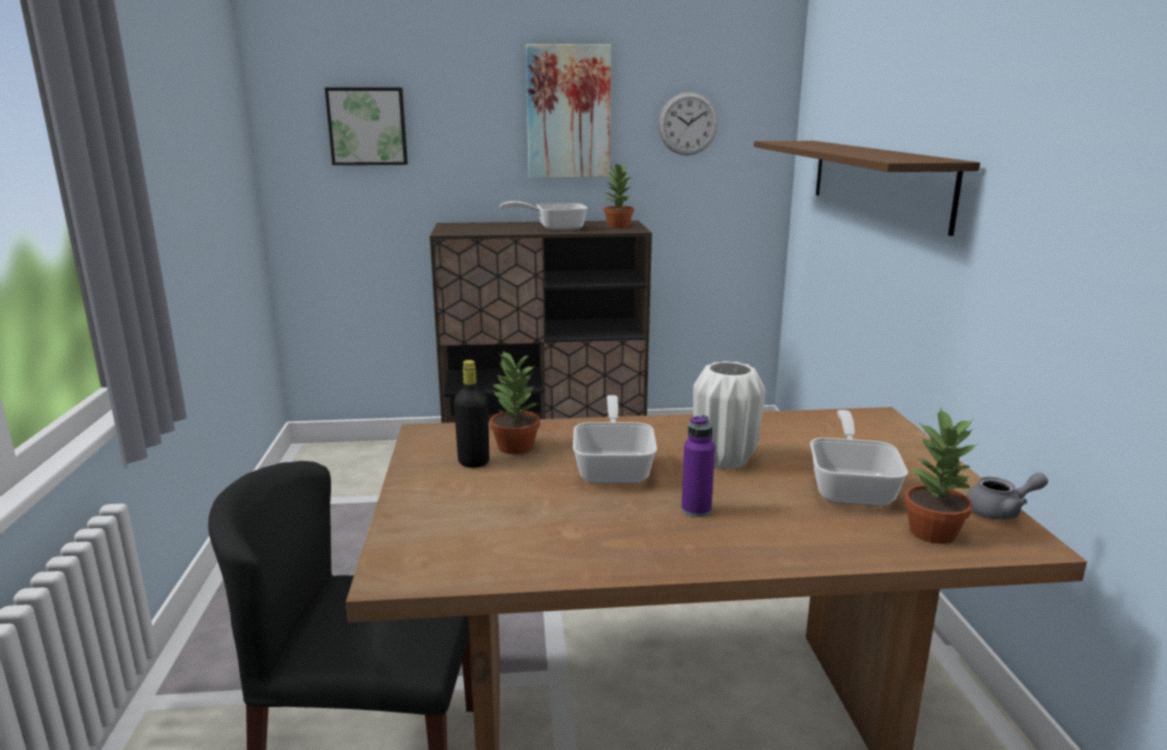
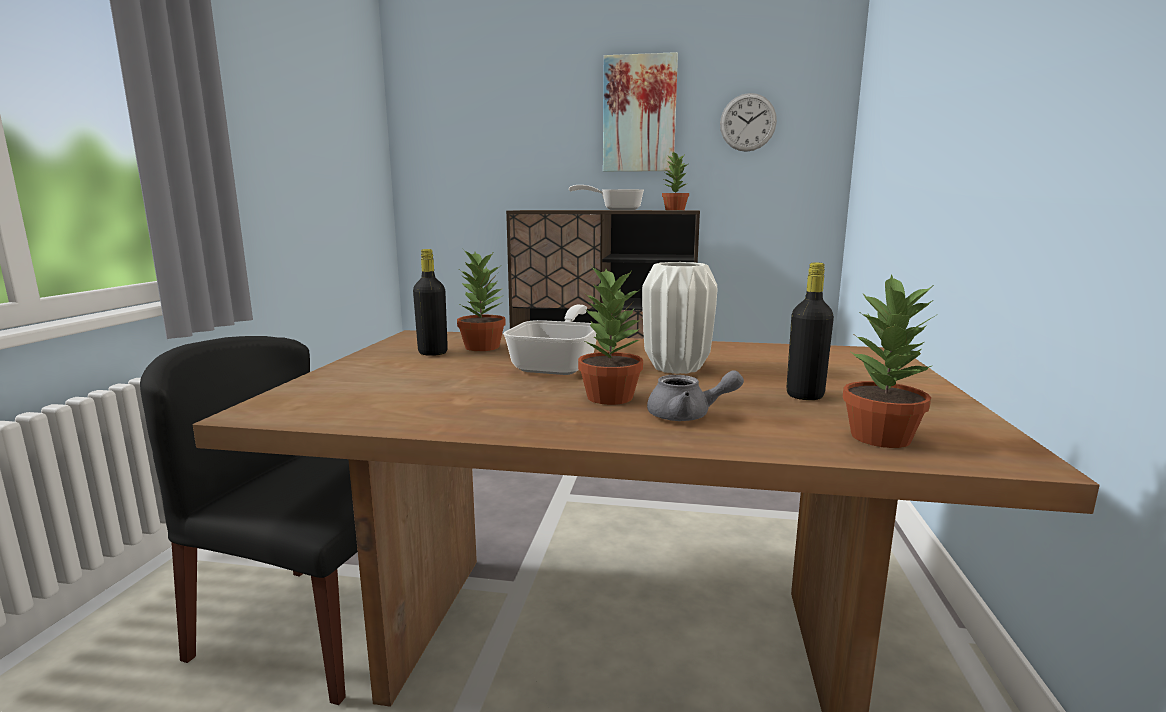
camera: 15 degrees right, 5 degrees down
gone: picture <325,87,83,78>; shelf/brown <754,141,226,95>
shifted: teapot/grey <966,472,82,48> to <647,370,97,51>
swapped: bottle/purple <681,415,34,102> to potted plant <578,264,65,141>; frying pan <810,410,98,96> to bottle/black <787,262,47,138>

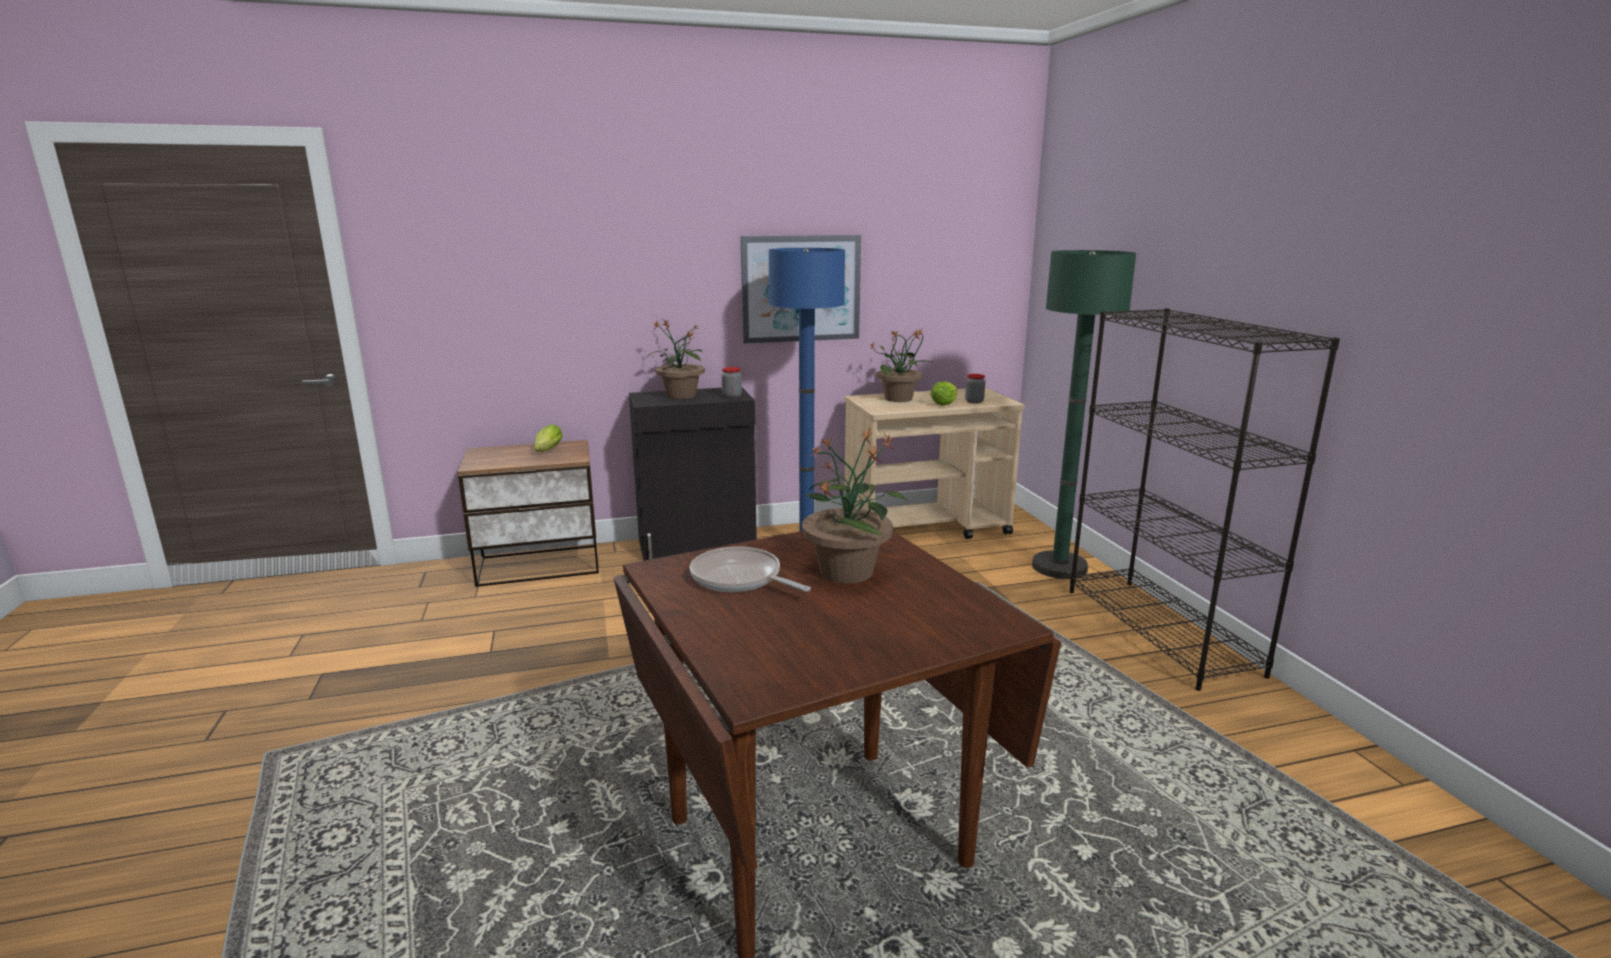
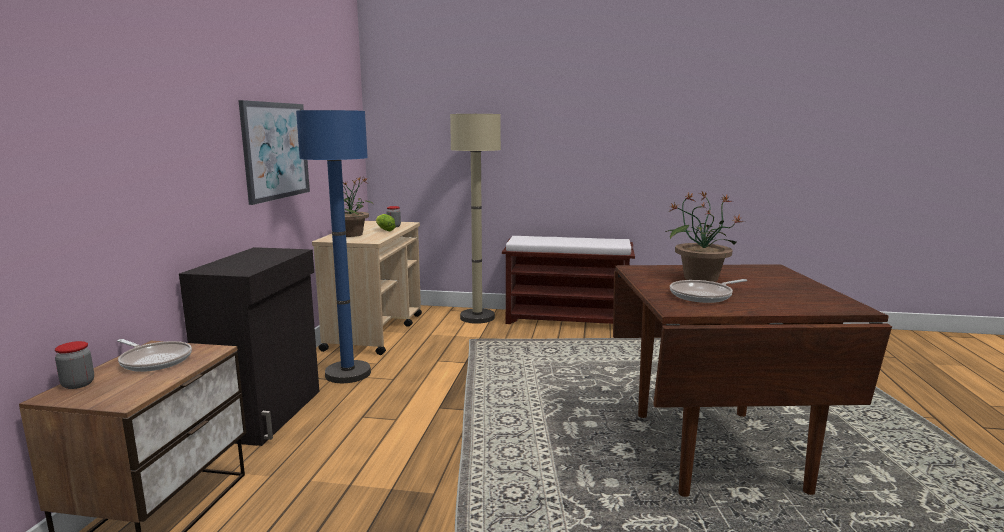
camera: 65 degrees left, 5 degrees down
gone: potted plant <647,320,58,79>
shifted: jar <722,367,20,31> to <55,341,39,48>
swapped: lettuce <534,424,29,28> to frying pan <117,339,75,33>; bookcase/black <1070,308,270,383> to bench/brown <502,236,133,88>
repainted: floor lamp/green <1032,250,105,329> to floor lamp/beige <450,113,51,211>

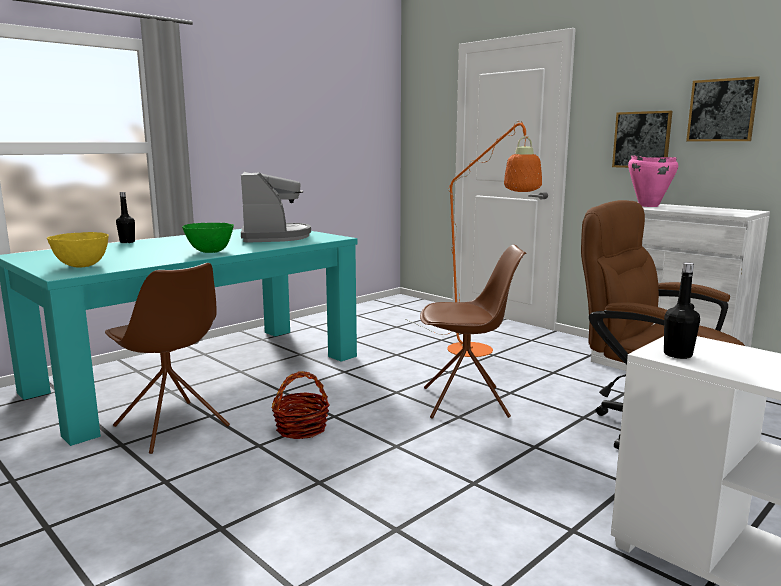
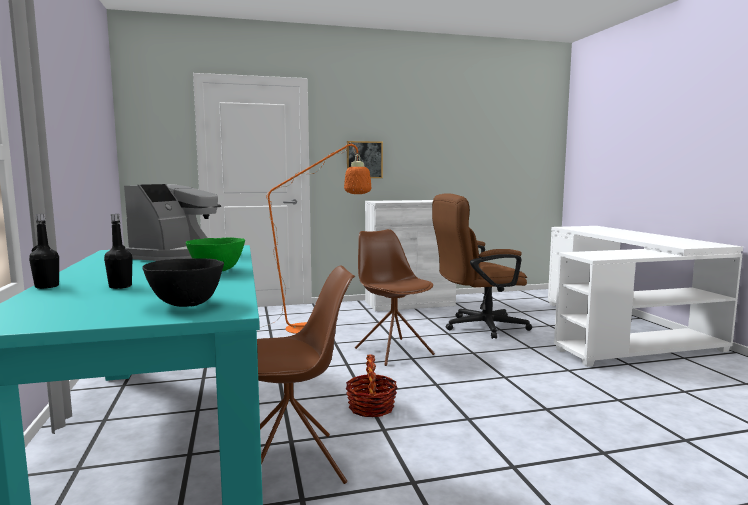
camera: 60 degrees left, 5 degrees down
gone: cooking pot/pink <628,155,50,52>; picture <686,76,74,65>
shifted: bottle/black <664,262,36,97> to <104,214,28,75>
repainted: bowl/yellow <47,232,62,36> to bowl/black <142,258,82,49>
rotated: coffee machine <241,172,70,70> = <124,184,97,77> 90 degrees clockwise; chair/brown <420,245,107,174> = <355,229,80,137> 60 degrees counterclockwise

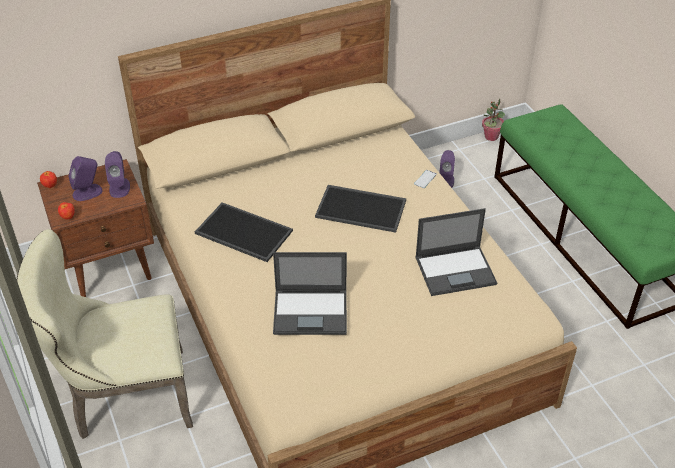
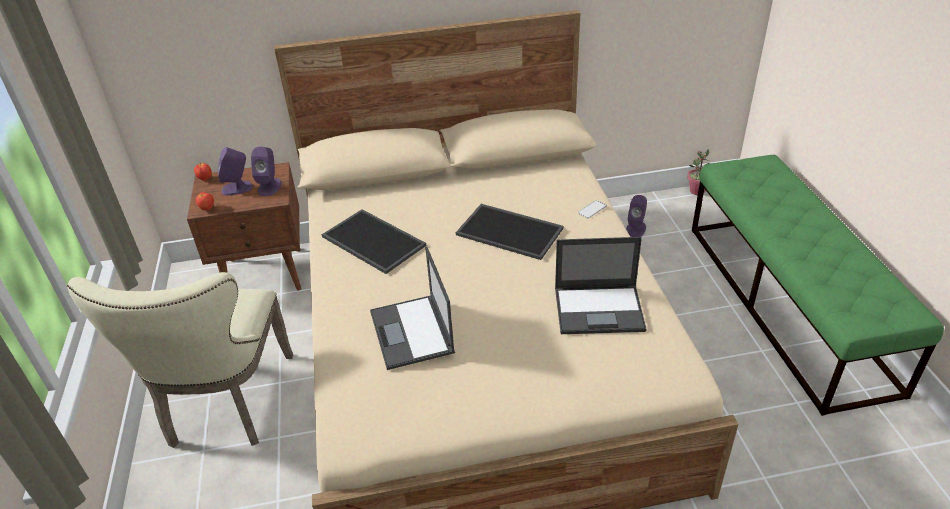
camera: 15 degrees right, 5 degrees down
rotated: chair/beige <16,229,177,210> = <67,272,226,176> 90 degrees counterclockwise; laptop <273,252,74,83> = <370,247,85,123> 60 degrees clockwise

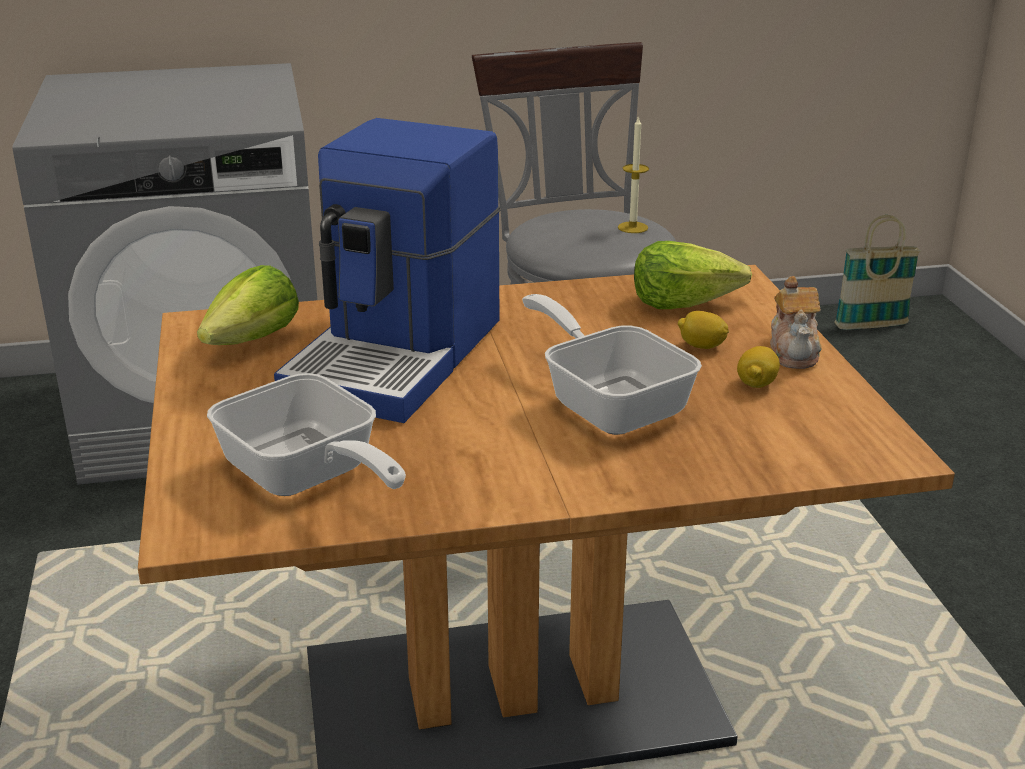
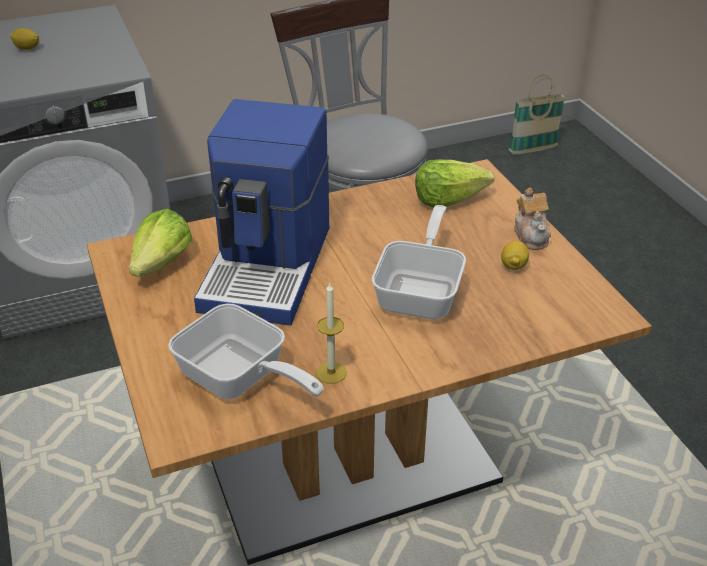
camera: 10 degrees left, 10 degrees up
shifted: lemon <678,311,51,38> to <10,28,29,22>; candle <618,116,31,117> to <316,282,31,102>
rotated: frying pan <522,294,180,141> = <372,205,94,114> 60 degrees clockwise

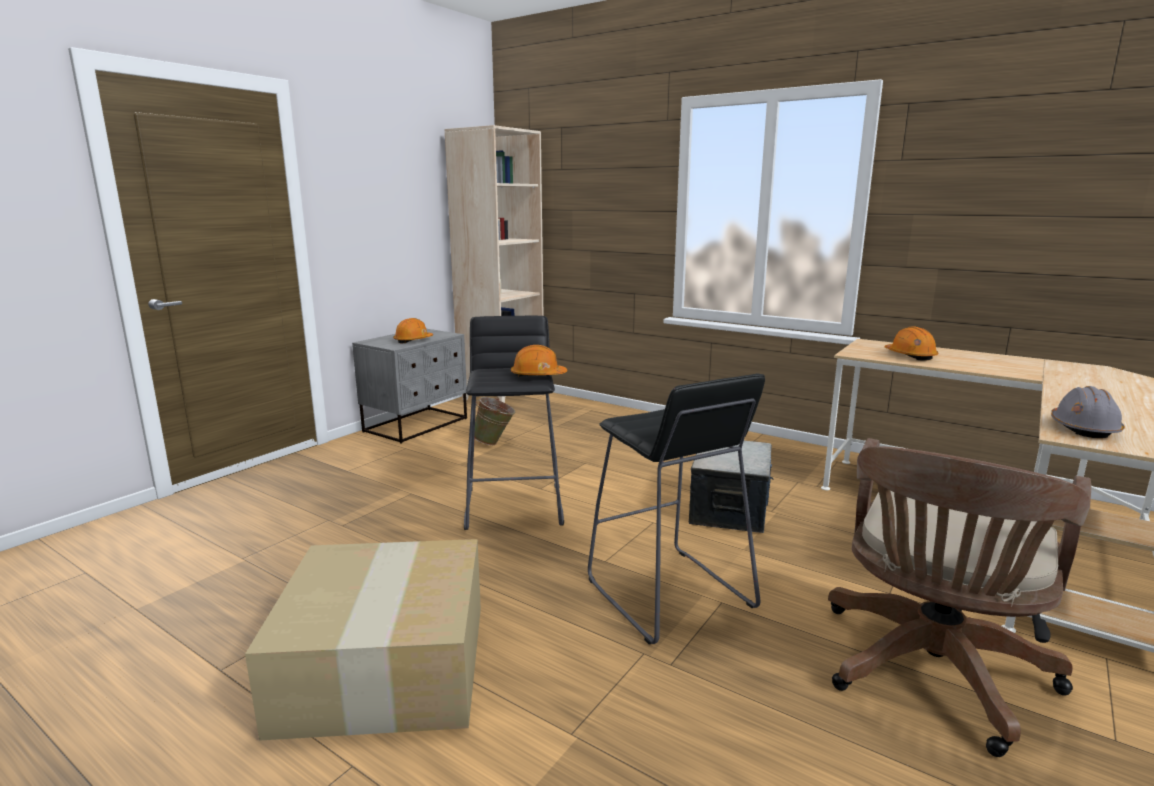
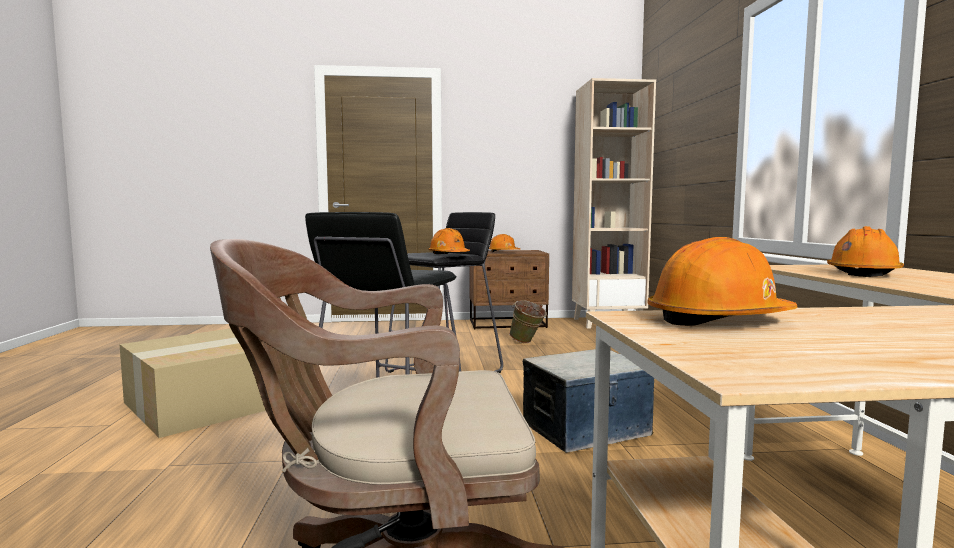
camera: 50 degrees right, 10 degrees down
repainted: nightstand/grey <352,329,115,115> to nightstand/brown <469,250,80,79>; hard hat/grey <1051,386,74,52> to hard hat/orange <647,237,151,89>

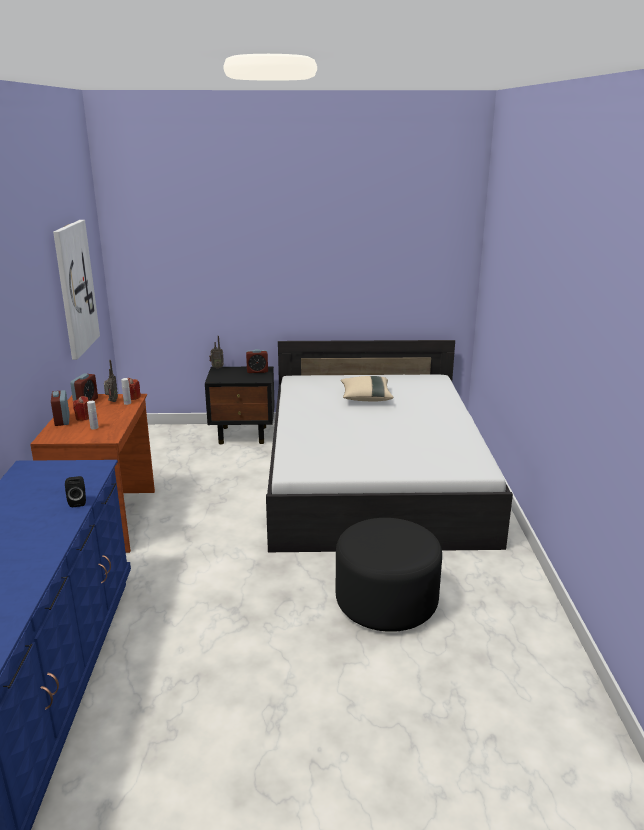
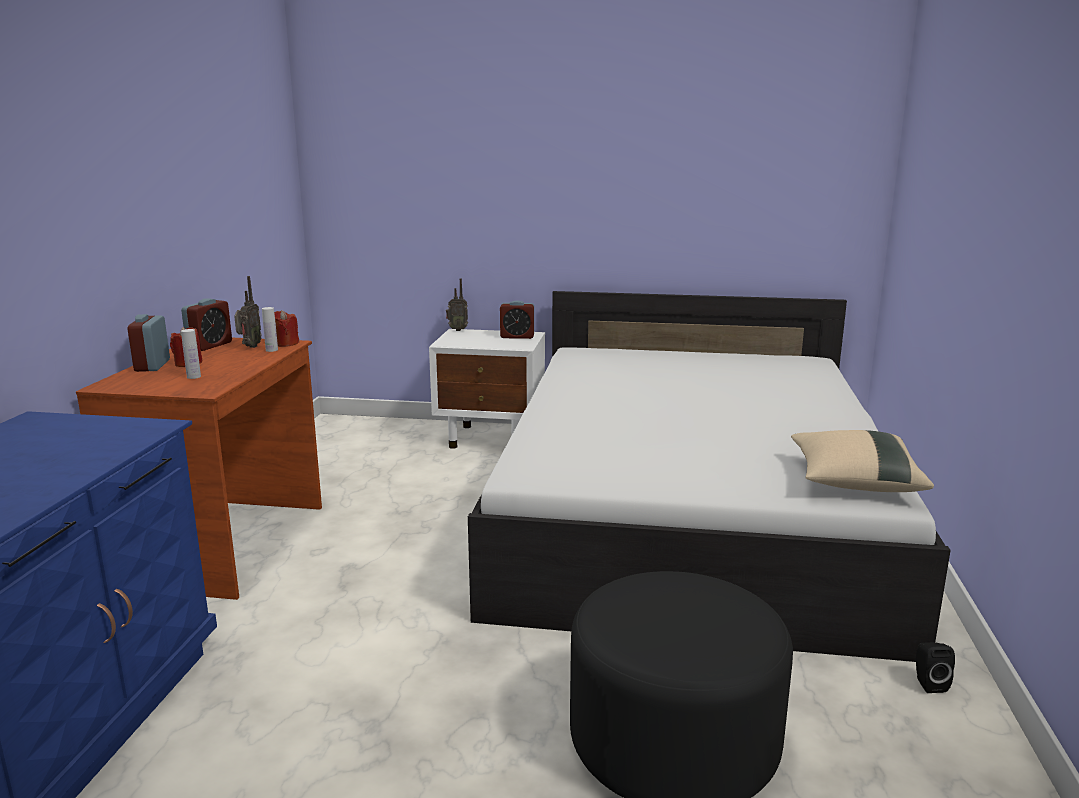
camera: 10 degrees right, 5 degrees down
gone: picture <53,220,47,140>
shifted: pillow/beige <341,376,52,25> to <791,430,143,62>; speaker/black <65,476,21,31> to <916,642,39,51>
repainted: nightstand/black <205,366,70,78> to nightstand/white <429,329,116,120>

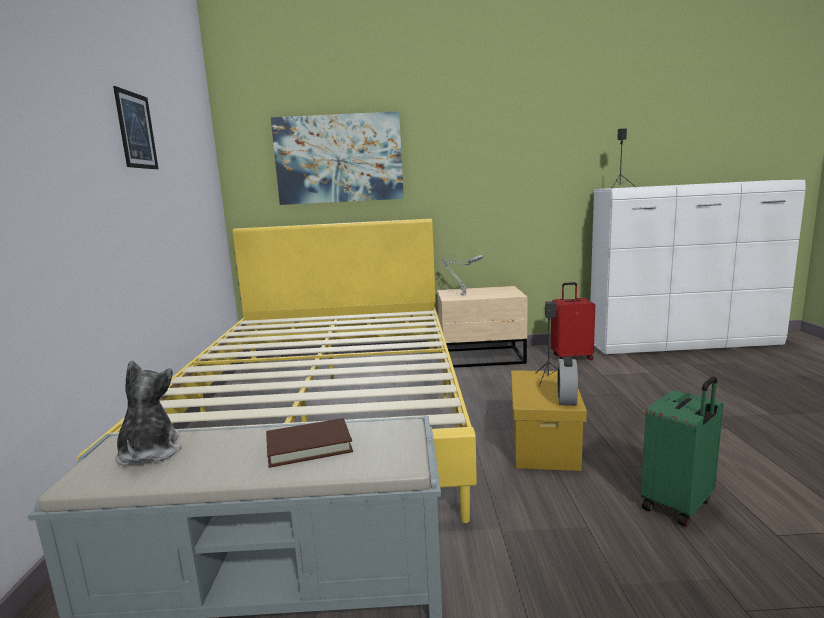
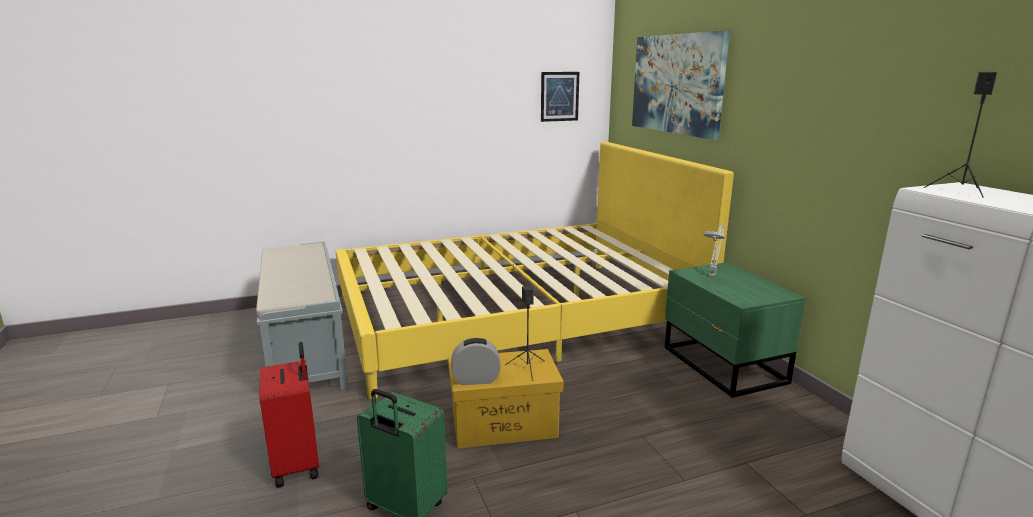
camera: 70 degrees right, 5 degrees up
gone: plush toy <115,360,66,106>; book/brown <266,418,87,50>
shifted: suitcase/red <551,282,44,78> to <259,342,60,146>; picture <113,86,45,83> to <541,72,38,50>
repainted: nightstand/beige <437,286,90,82> to nightstand/green <665,262,141,136>

